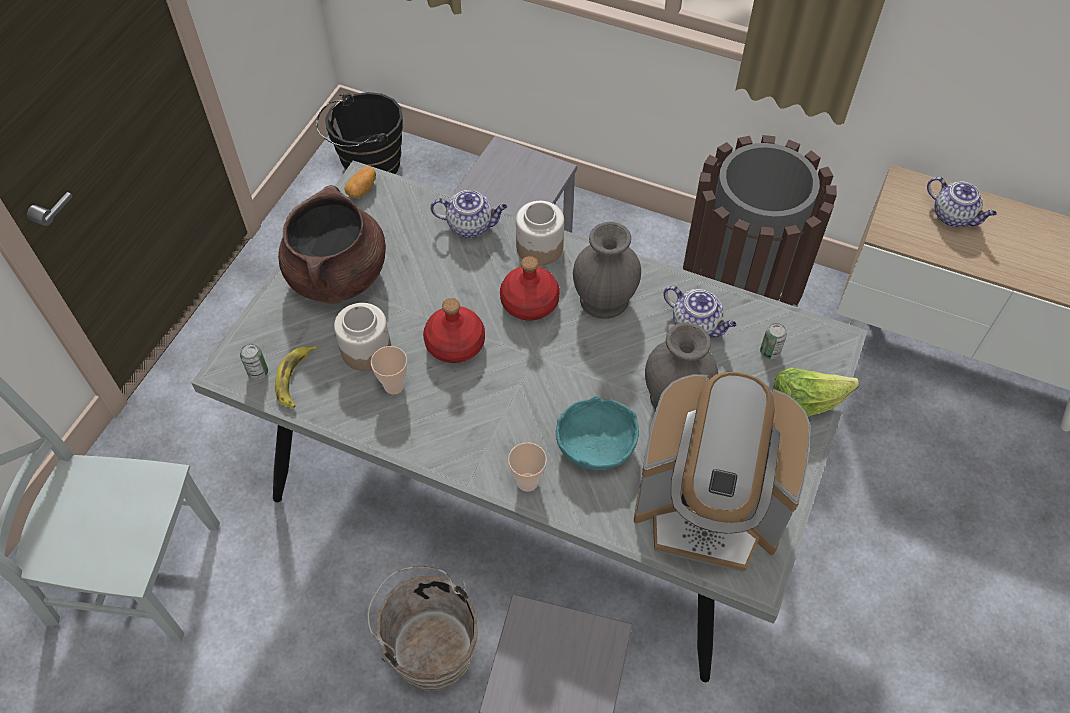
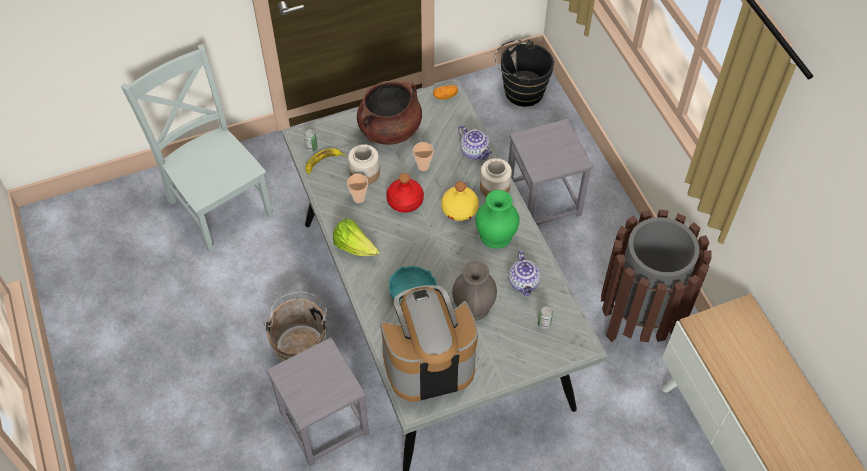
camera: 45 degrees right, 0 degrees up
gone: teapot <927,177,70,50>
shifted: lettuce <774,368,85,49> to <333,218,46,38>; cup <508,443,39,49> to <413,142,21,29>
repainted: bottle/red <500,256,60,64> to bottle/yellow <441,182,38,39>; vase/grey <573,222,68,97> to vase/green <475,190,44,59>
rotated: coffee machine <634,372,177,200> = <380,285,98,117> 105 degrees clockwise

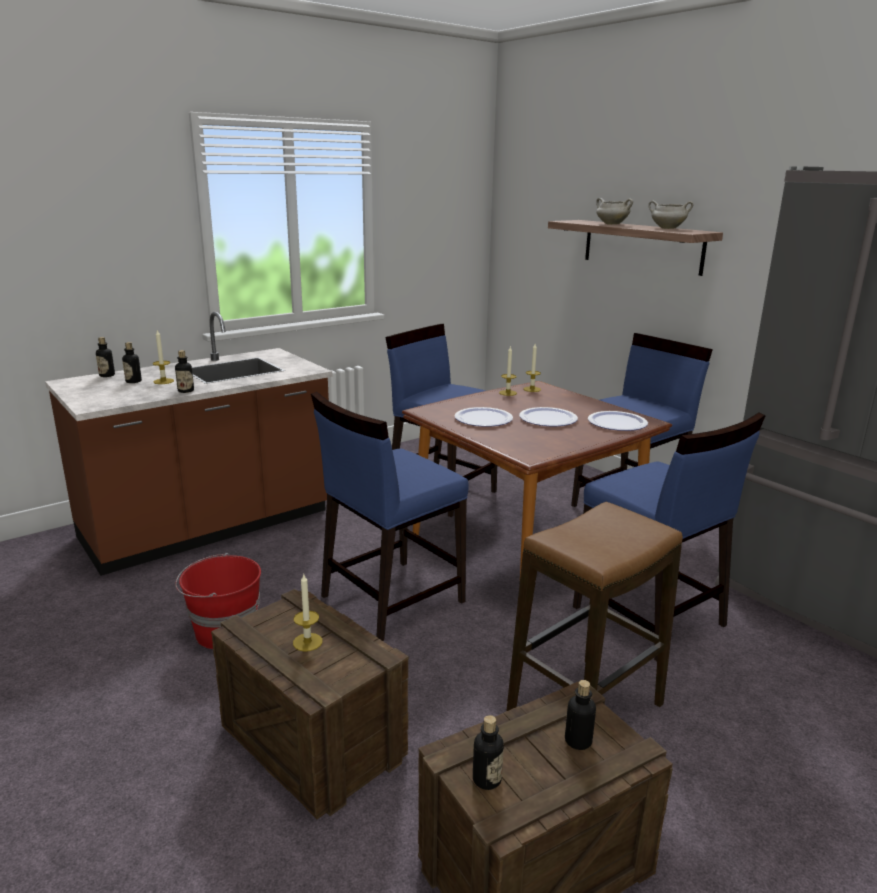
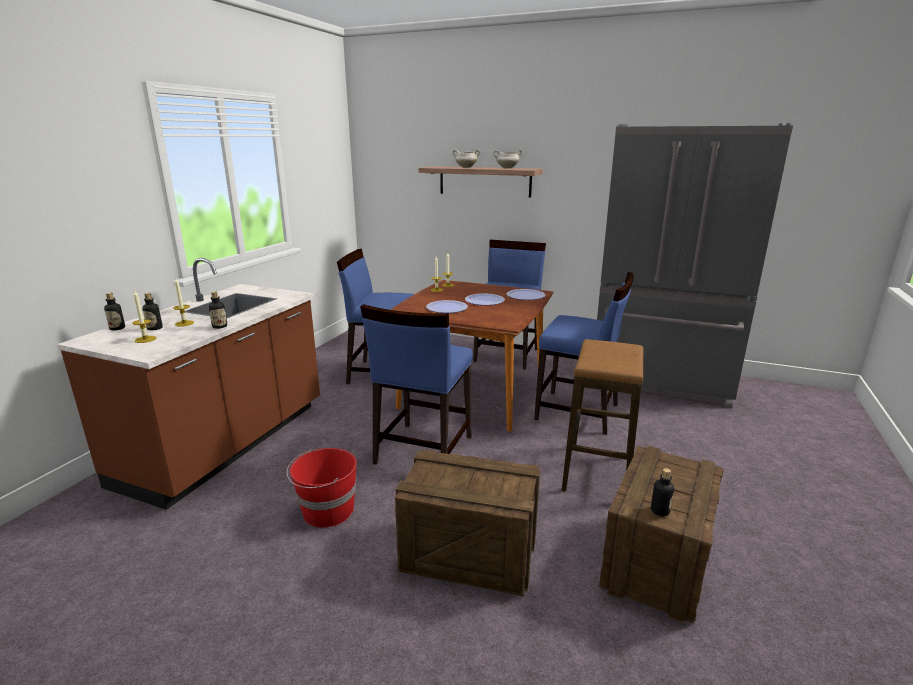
camera: 30 degrees left, 0 degrees up
gone: bottle <565,680,31,70>
shifted: candle <293,574,30,78> to <132,291,24,52>

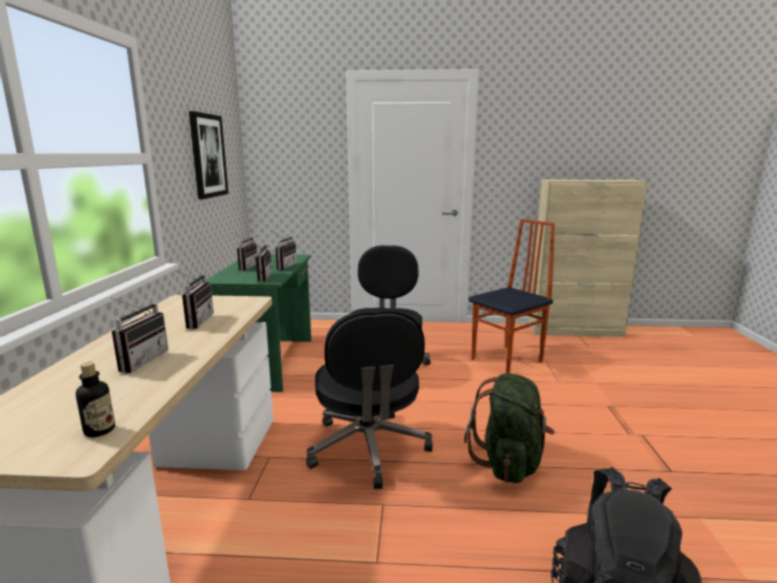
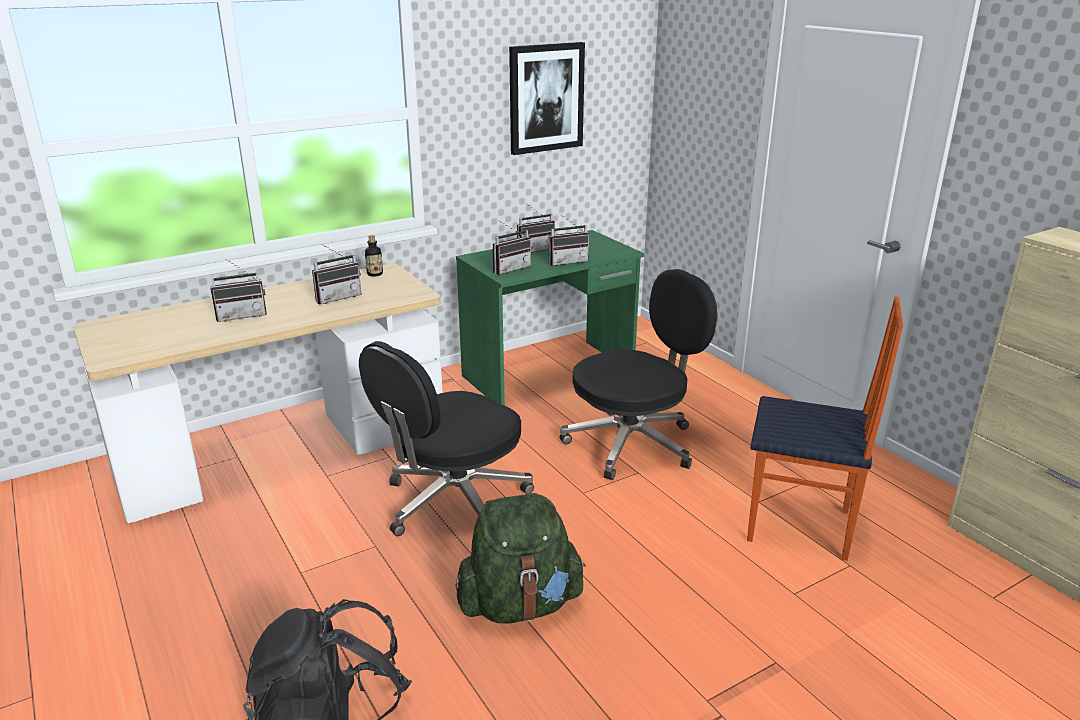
camera: 55 degrees right, 10 degrees up
shifted: bottle <76,362,39,75> to <365,235,18,42>

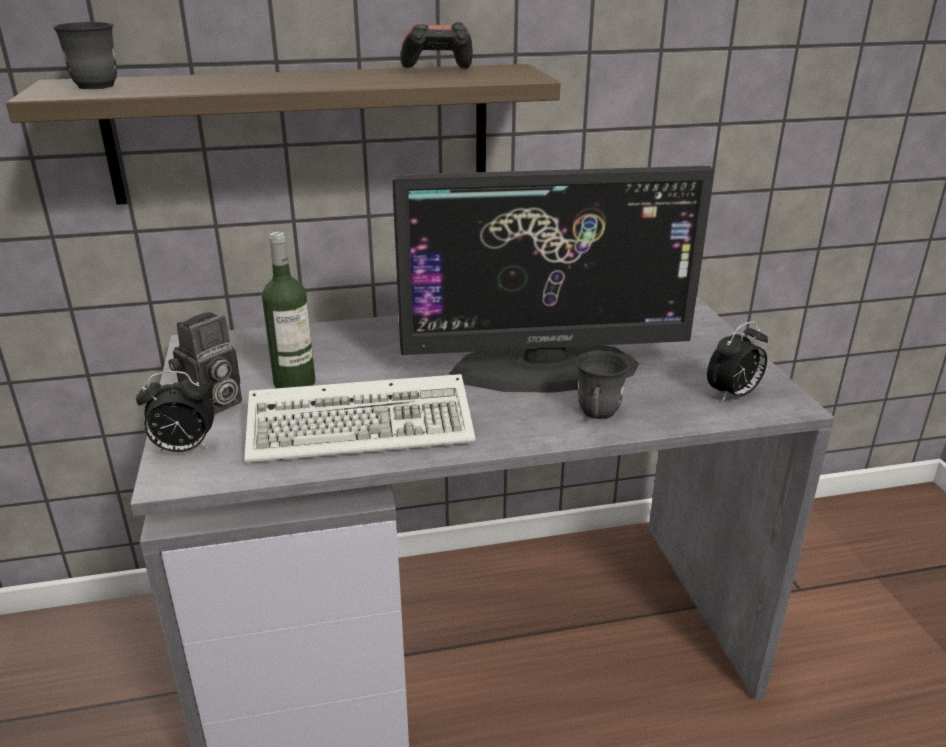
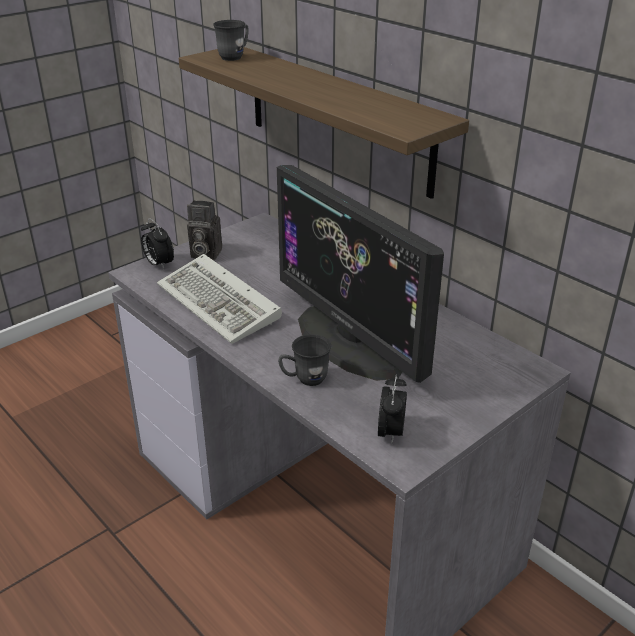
camera: 60 degrees right, 5 degrees up
gone: bottle <262,232,53,156>; game controller <400,22,73,47>
rotated: alarm clock <707,321,61,81> = <378,375,29,70> 105 degrees counterclockwise

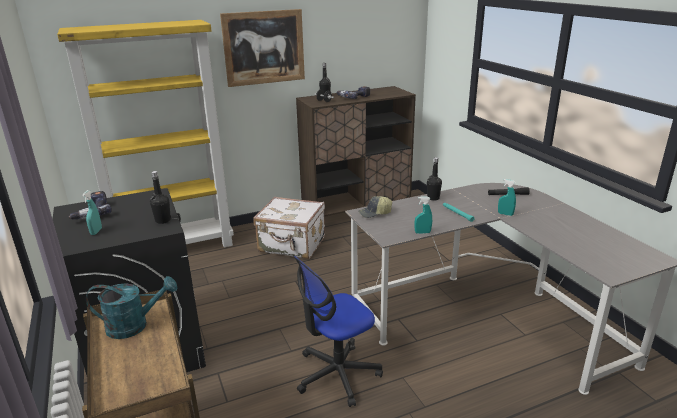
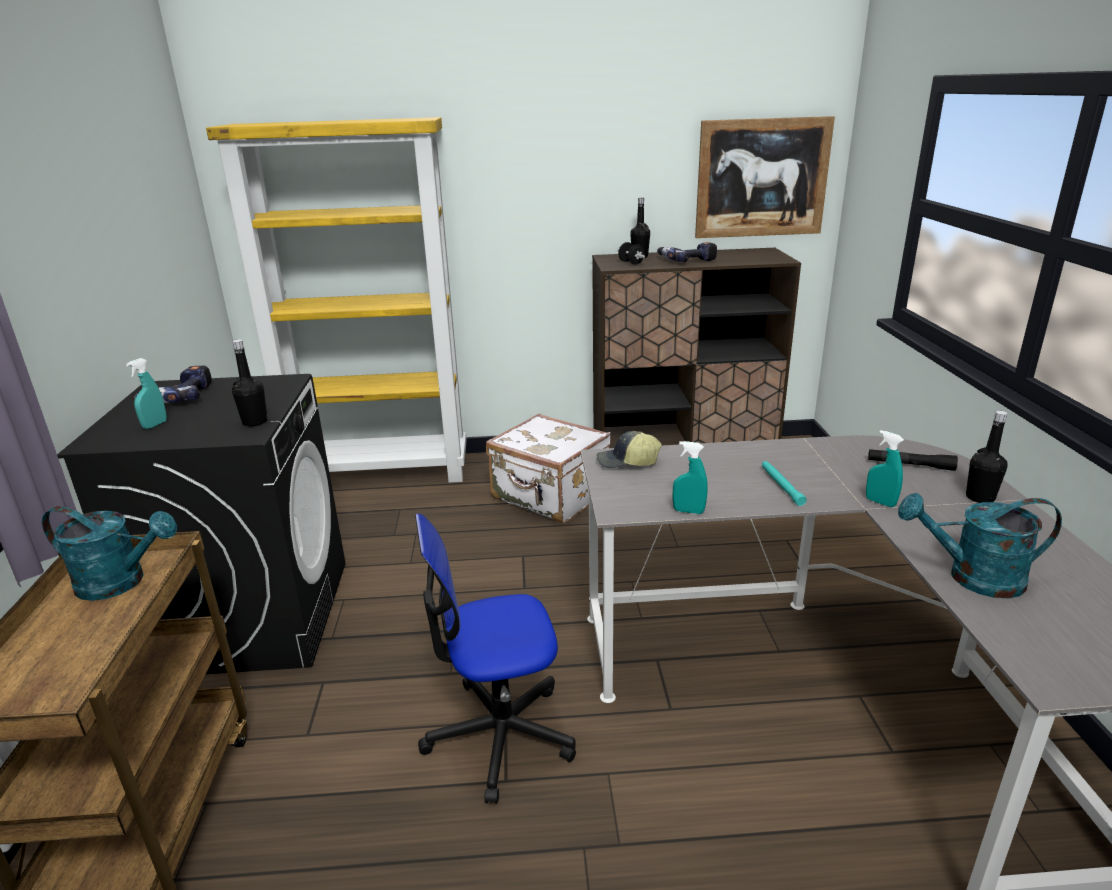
camera: 20 degrees right, 0 degrees up
new: watering can/turquoise <898,493,164,106>
shifted: picture <220,9,85,78> to <695,116,140,122>; bottle/black <427,157,15,44> to <966,411,42,92>

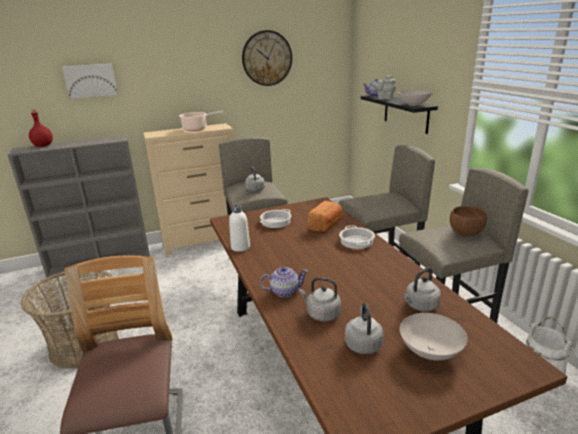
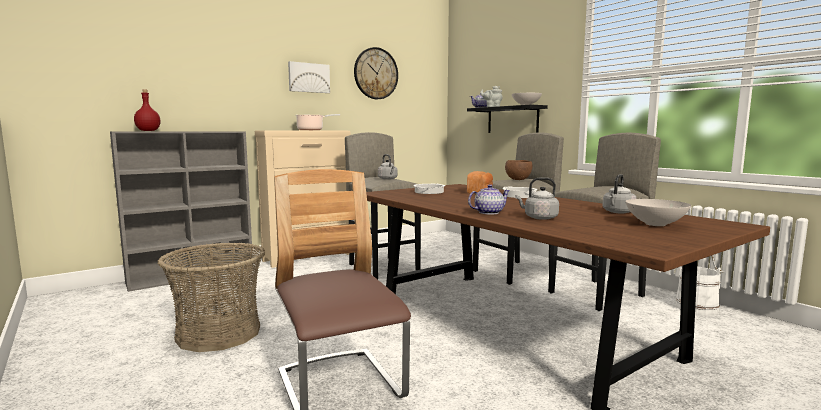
camera: 15 degrees left, 15 degrees down
gone: bottle/white <229,205,21,47>; kettle/grey <345,303,38,51>
shifted: picture <62,64,56,35> to <288,61,42,32>; bowl/brown <450,206,37,31> to <505,160,27,20>

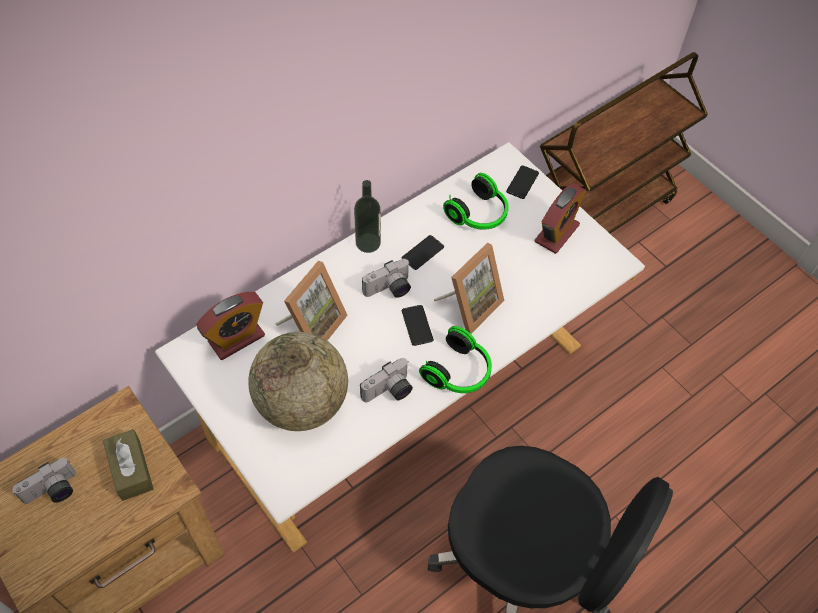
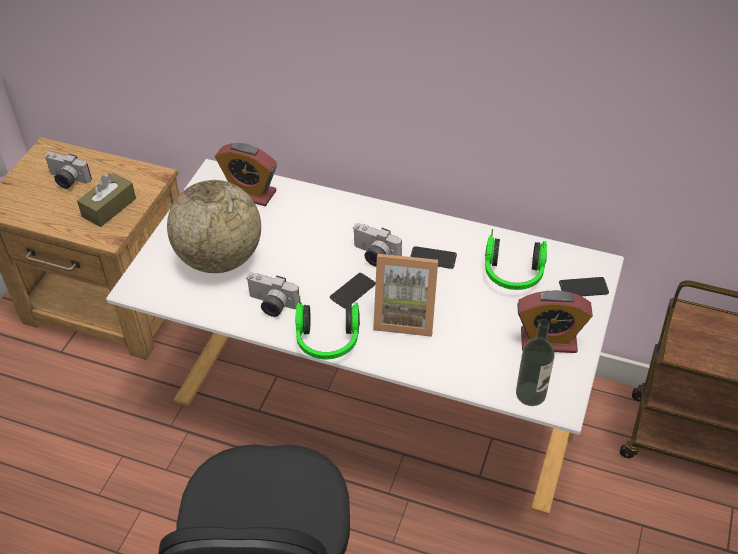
camera: 60 degrees right, 10 degrees down
gone: picture frame <275,261,73,80>
shifted: bottle <354,180,27,73> to <516,319,39,87>

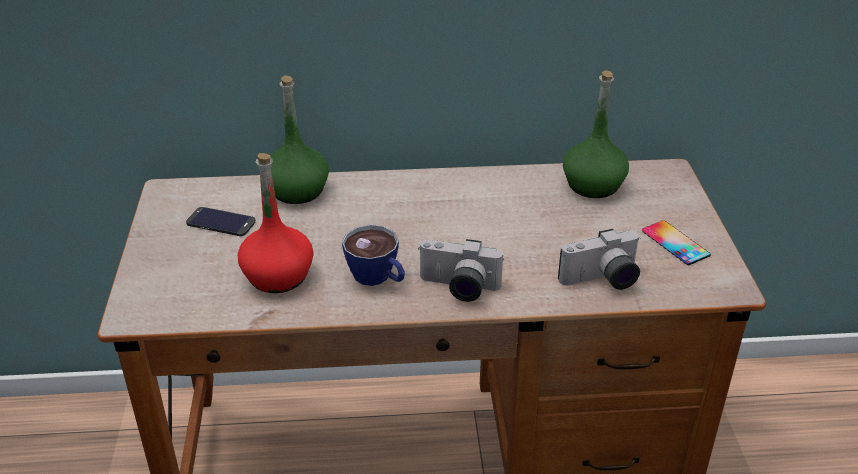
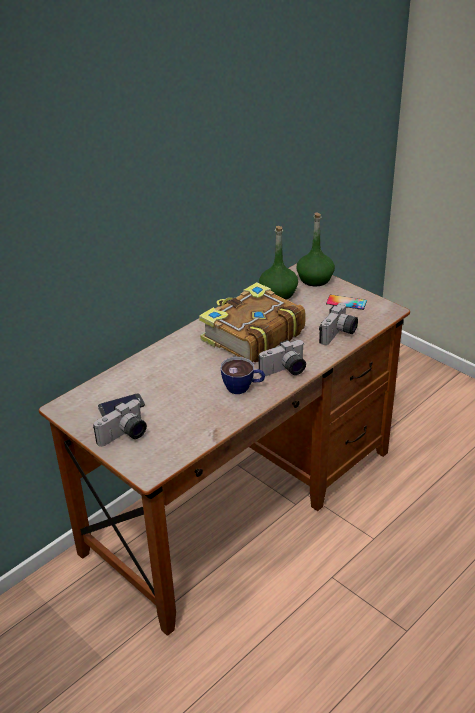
camera: 40 degrees left, 0 degrees up
gone: bottle/red <238,153,76,140>
new: photo camera <93,399,54,48>; book <199,282,107,80>
shifted: bottle/green <270,76,59,128> to <296,213,39,73>

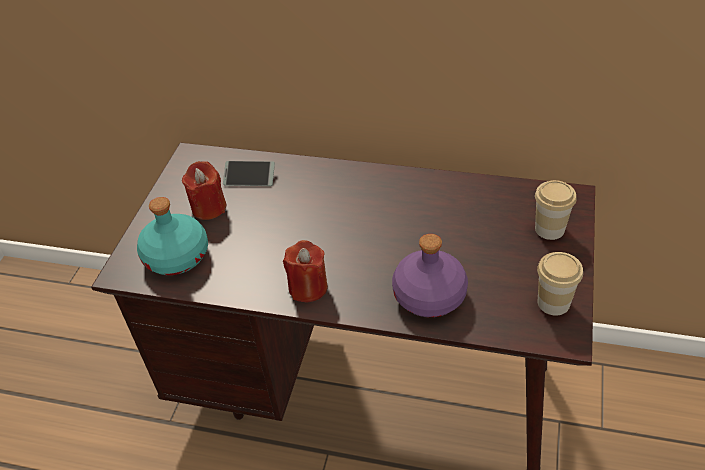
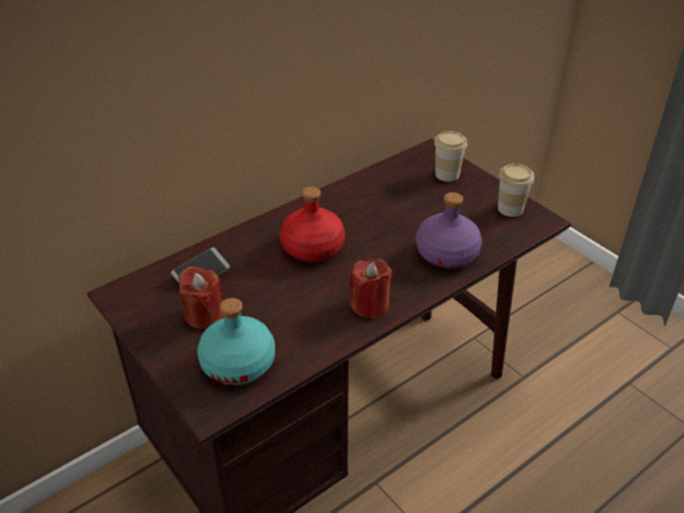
camera: 55 degrees left, 5 degrees down
new: bottle/red <280,186,65,76>

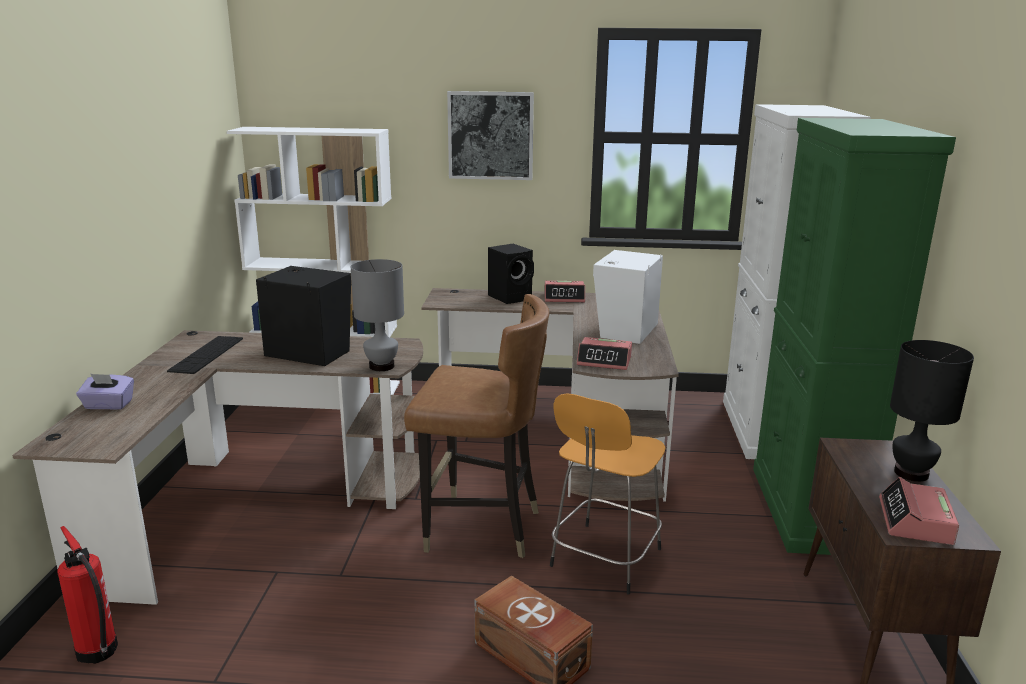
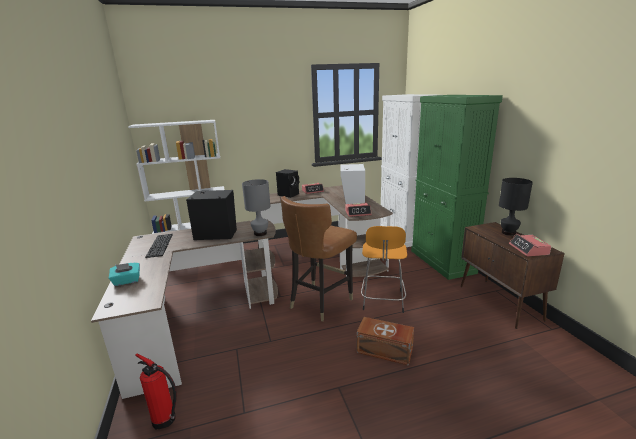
camera: 20 degrees left, 0 degrees up
gone: picture <447,91,87,89>
repainted: tissue box/purple <76,374,58,36> to tissue box/turquoise <109,263,31,23>
rotated: chair/brown <404,294,145,264> = <281,196,76,125> 135 degrees clockwise

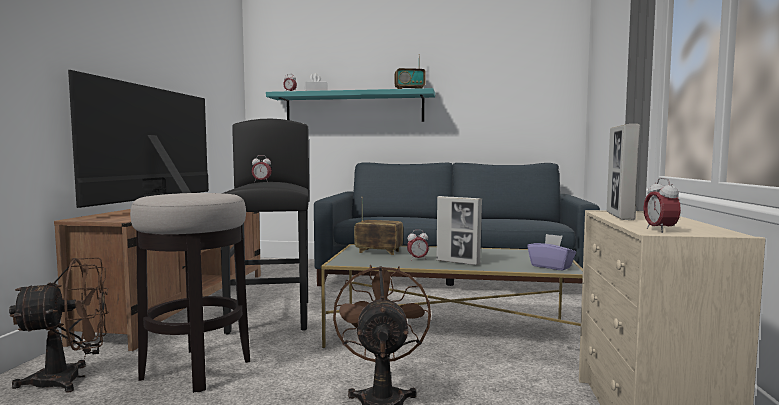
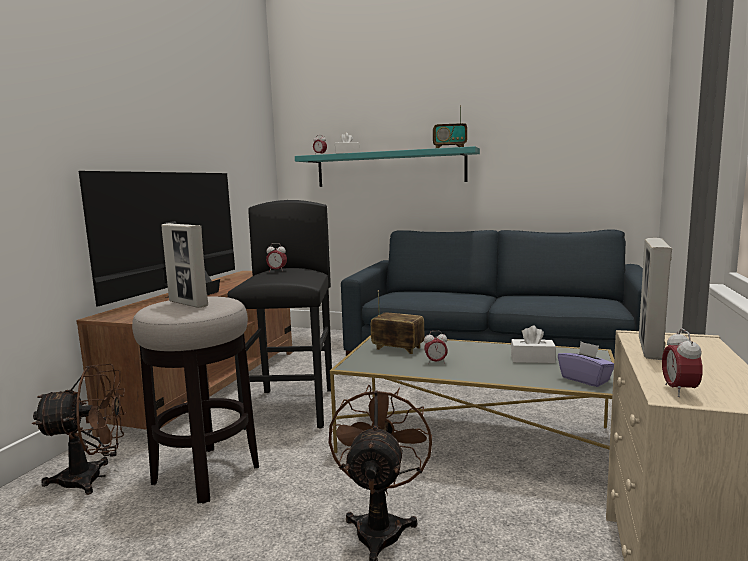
camera: 10 degrees right, 5 degrees up
new: tissue box/white <511,326,45,37>
shifted: picture frame <437,196,45,69> to <161,223,47,85>

